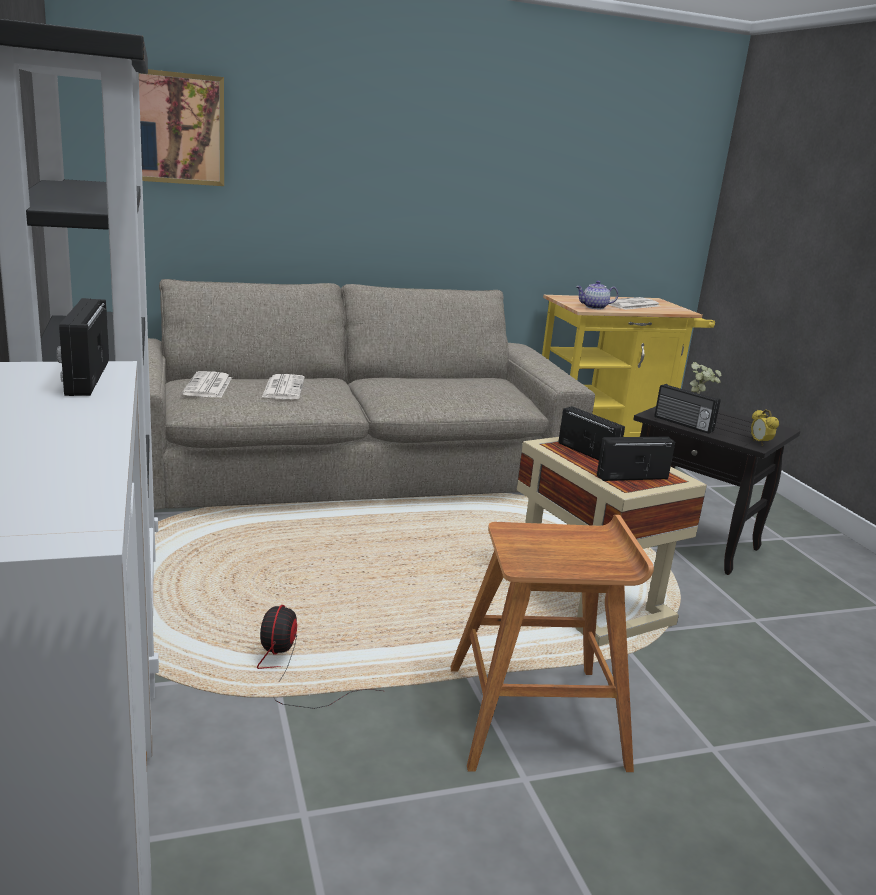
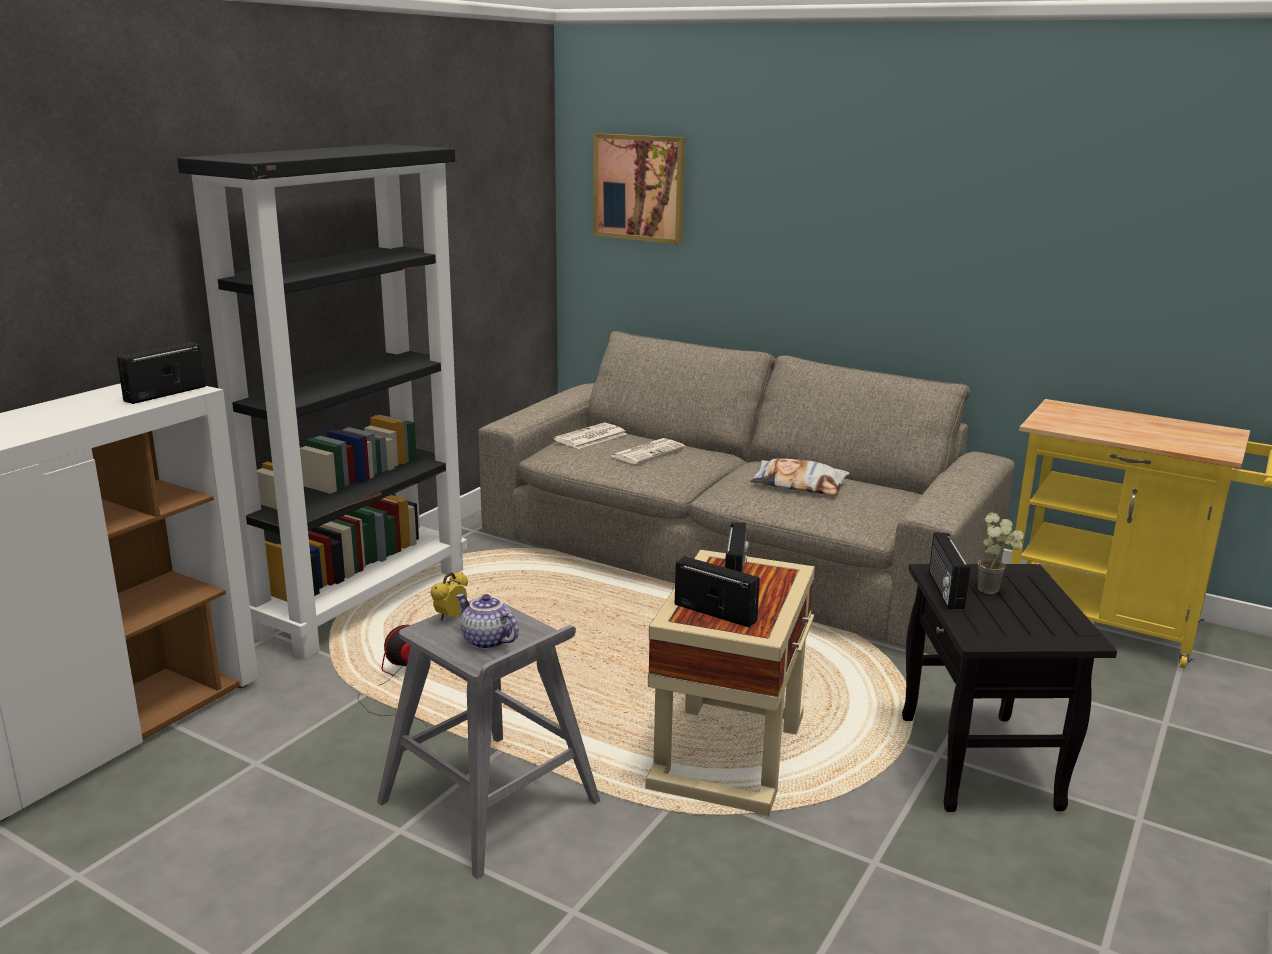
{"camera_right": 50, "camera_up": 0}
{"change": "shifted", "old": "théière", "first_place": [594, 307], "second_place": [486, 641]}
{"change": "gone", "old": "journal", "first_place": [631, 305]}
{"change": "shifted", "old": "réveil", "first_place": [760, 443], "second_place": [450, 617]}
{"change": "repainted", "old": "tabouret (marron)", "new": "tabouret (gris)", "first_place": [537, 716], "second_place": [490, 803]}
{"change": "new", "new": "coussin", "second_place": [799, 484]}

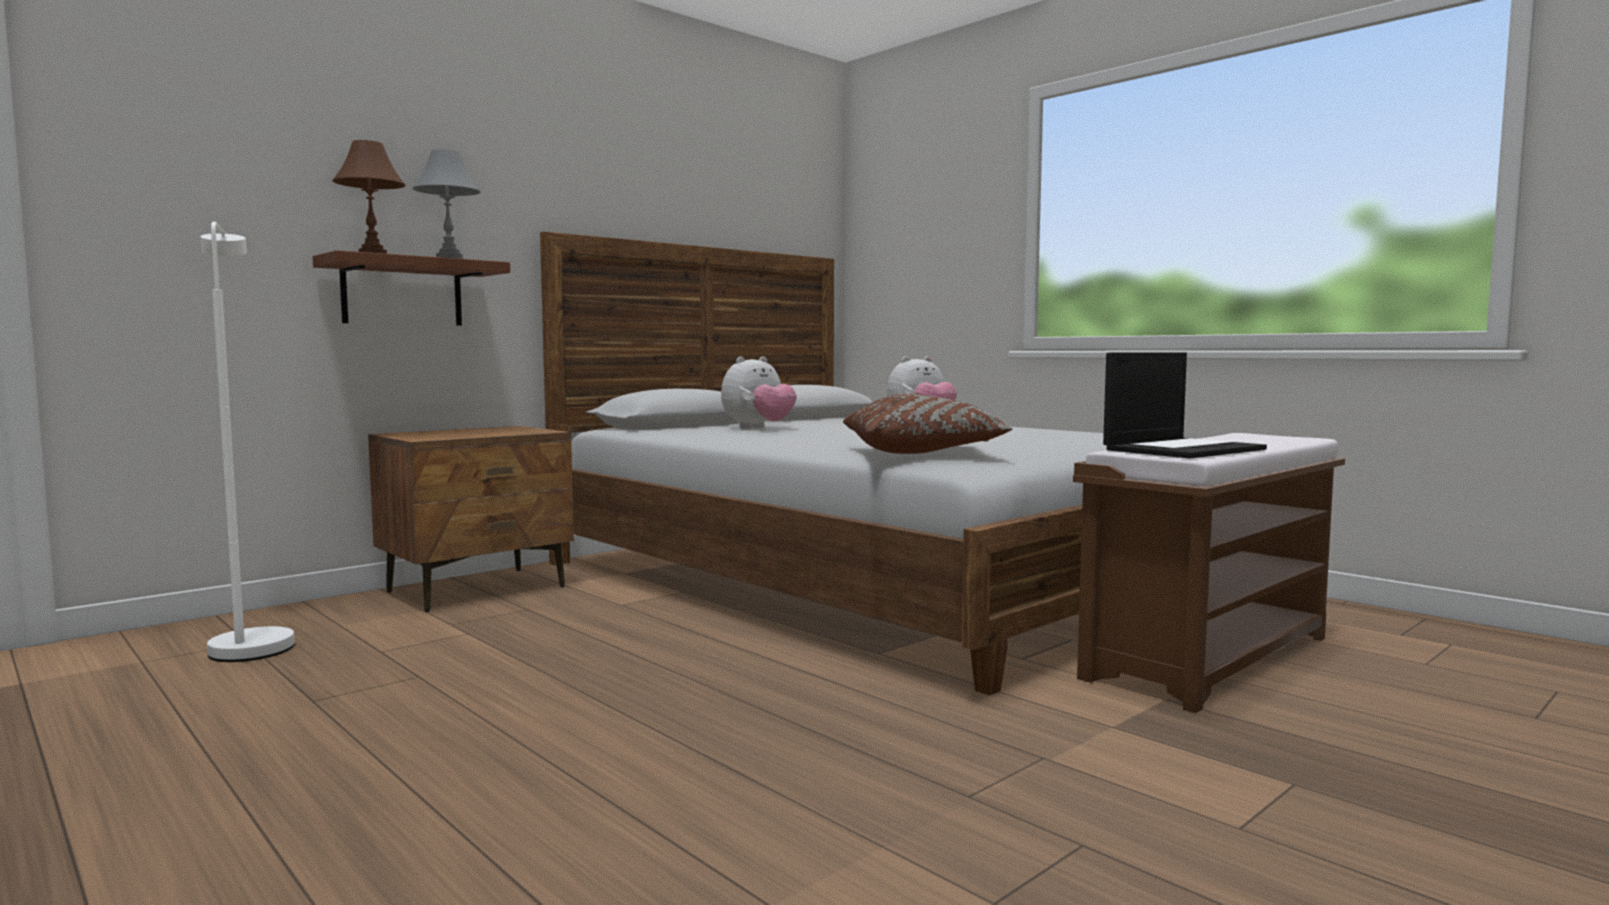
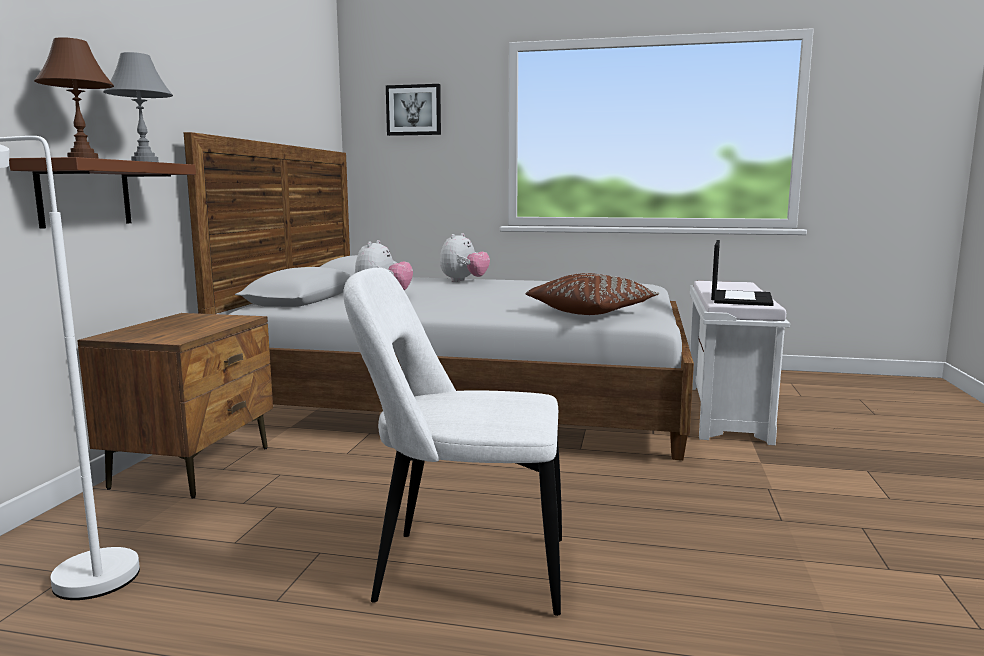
{"camera_right": -35, "camera_up": 5}
{"change": "repainted", "old": "banc (marron)", "new": "banc (blanc)", "first_place": [1209, 656], "second_place": [724, 412]}
{"change": "new", "new": "tableau", "second_place": [414, 110]}
{"change": "new", "new": "chaise (blanc)", "second_place": [462, 570]}

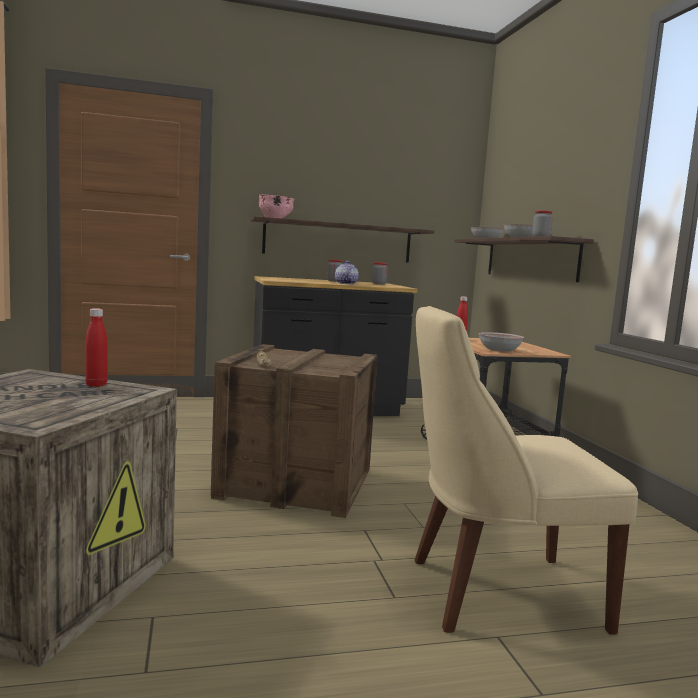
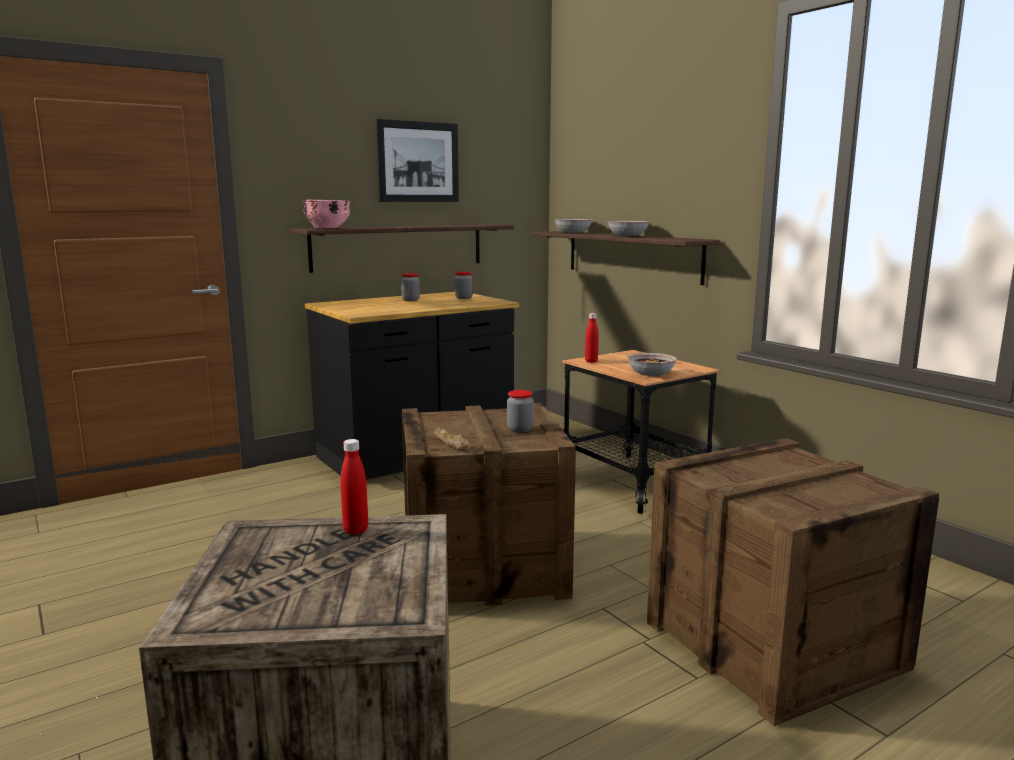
{"camera_right": -20, "camera_up": 5}
{"change": "shifted", "old": "bocal", "first_place": [541, 237], "second_place": [520, 429]}
{"change": "gone", "old": "théière", "first_place": [345, 283]}
{"change": "swapped", "old": "chaise (beige)", "new": "caisse", "first_place": [495, 592], "second_place": [772, 645]}
{"change": "new", "new": "tableau", "second_place": [418, 162]}

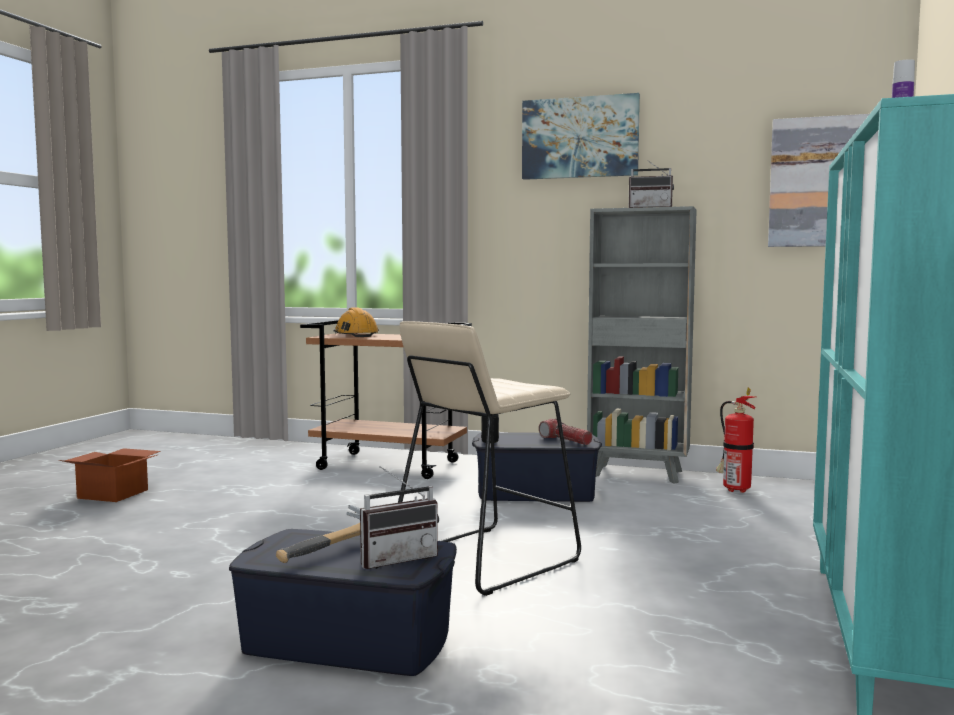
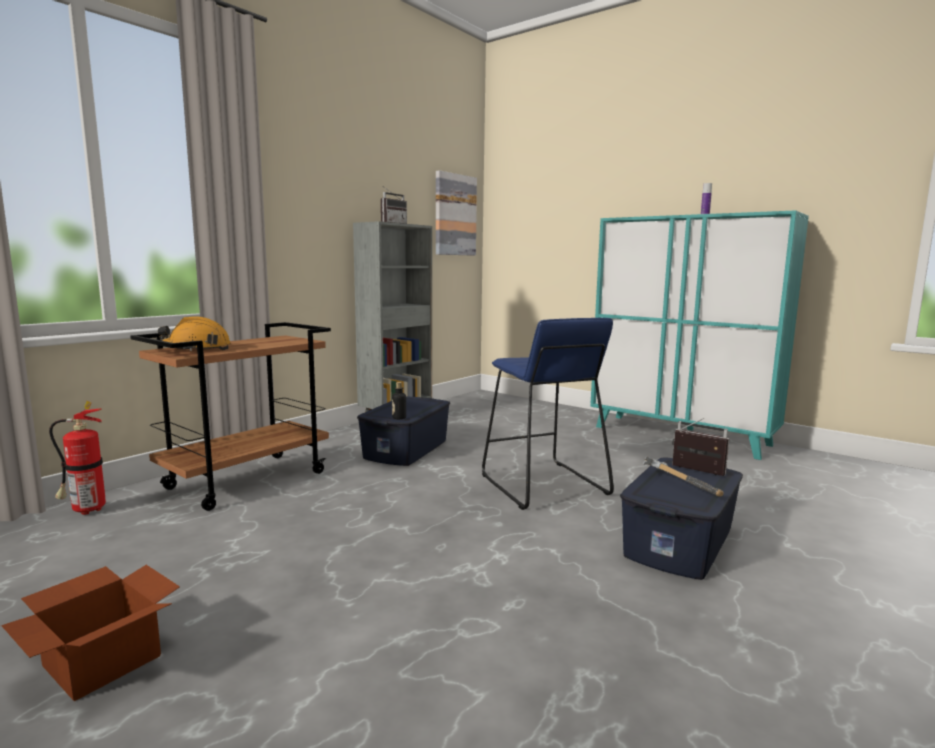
{"camera_right": -70, "camera_up": 5}
{"change": "gone", "old": "tableau", "first_place": [580, 138]}
{"change": "repainted", "old": "tabouret (beige)", "new": "tabouret (bleu)", "first_place": [485, 558], "second_place": [542, 485]}
{"change": "shifted", "old": "extincteur", "first_place": [734, 489], "second_place": [85, 511]}
{"change": "gone", "old": "lampe de poche", "first_place": [565, 440]}
{"change": "rotated", "old": "radio", "first_place": [397, 559], "second_place": [695, 472], "degrees": -45}

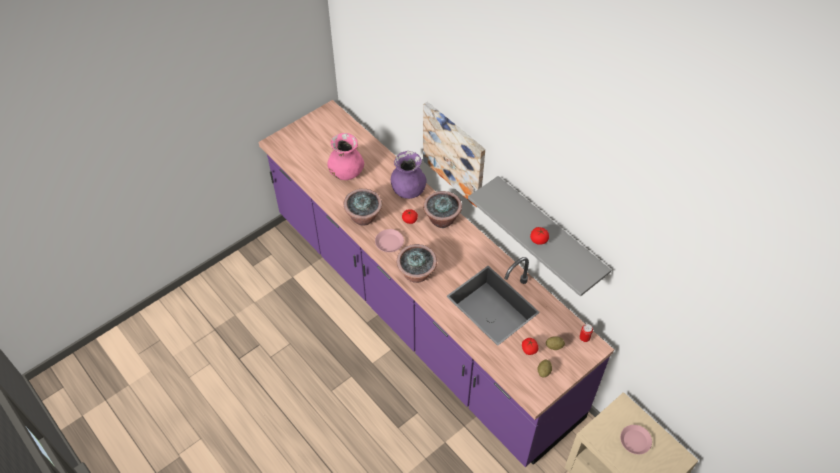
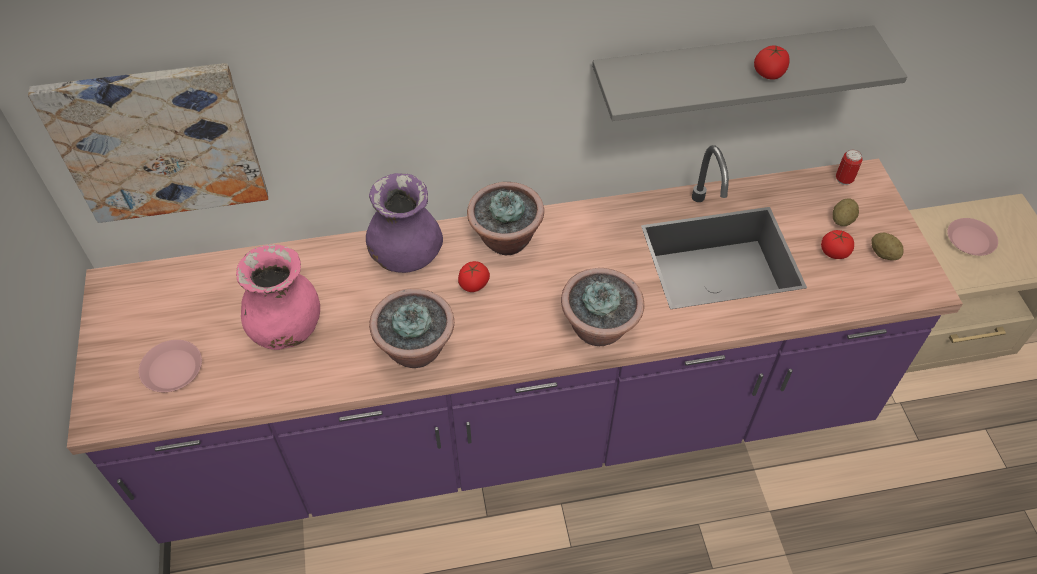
{"camera_right": -60, "camera_up": 0}
{"change": "shifted", "old": "tableau", "first_place": [454, 153], "second_place": [159, 142]}
{"change": "shifted", "old": "assiette (rose)", "first_place": [389, 242], "second_place": [172, 370]}

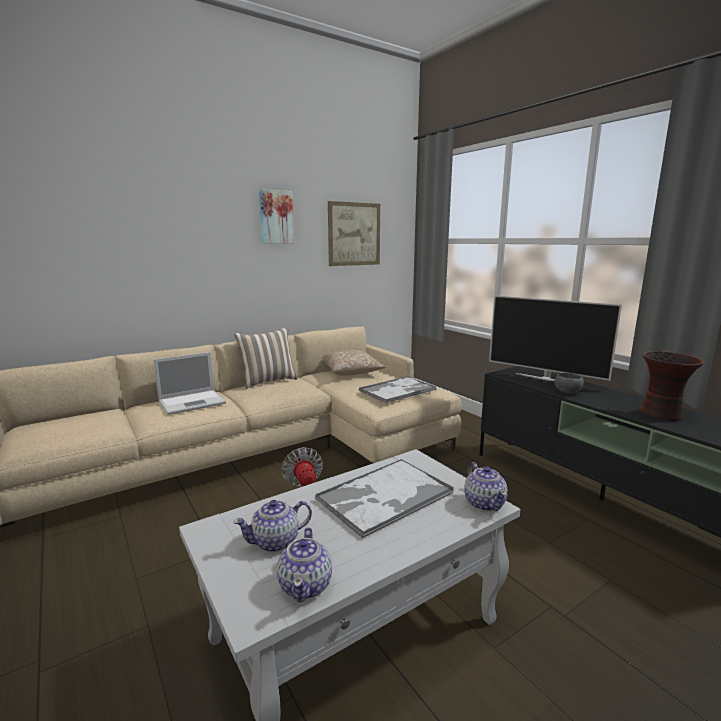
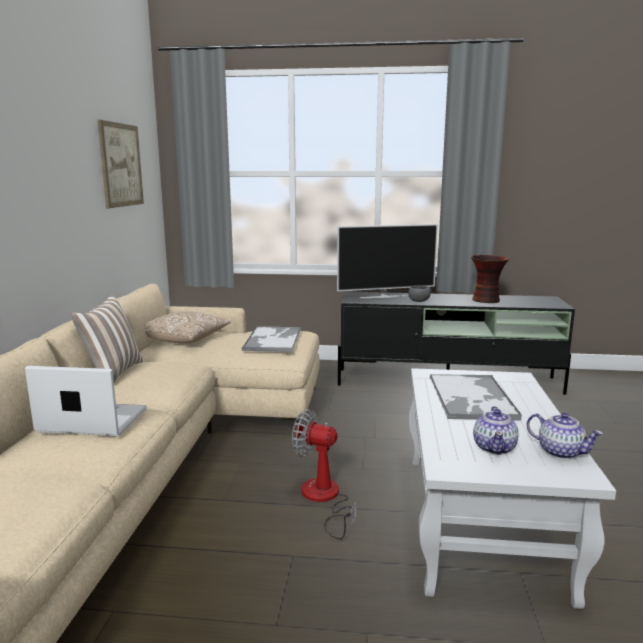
{"camera_right": -50, "camera_up": 0}
{"change": "gone", "old": "tableau", "first_place": [276, 217]}
{"change": "rotated", "old": "ordinateur portable", "first_place": [193, 402], "second_place": [91, 421], "degrees": -90}
{"change": "gone", "old": "théière", "first_place": [484, 503]}

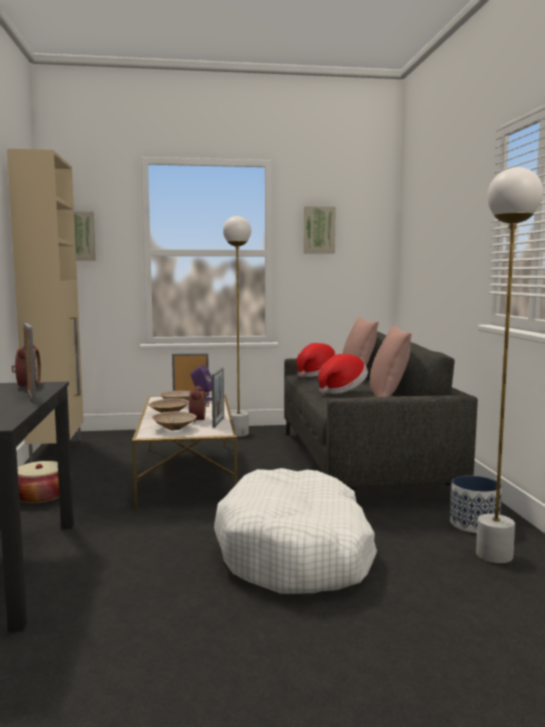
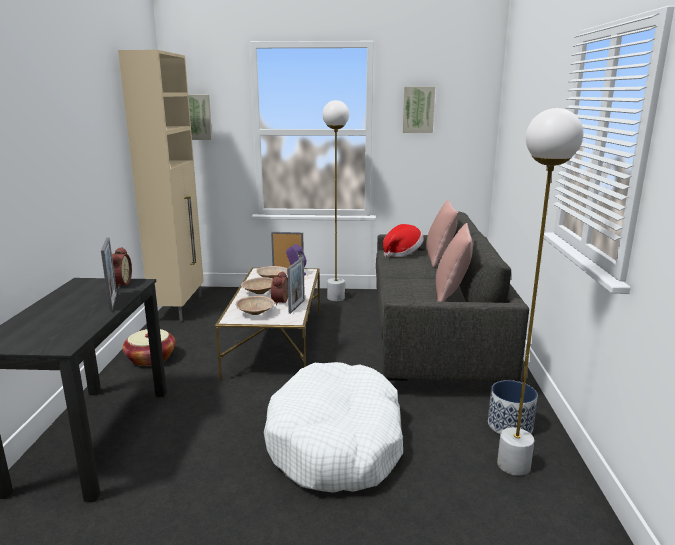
{"camera_right": 10, "camera_up": 10}
{"change": "gone", "old": "chapeau", "first_place": [341, 391]}

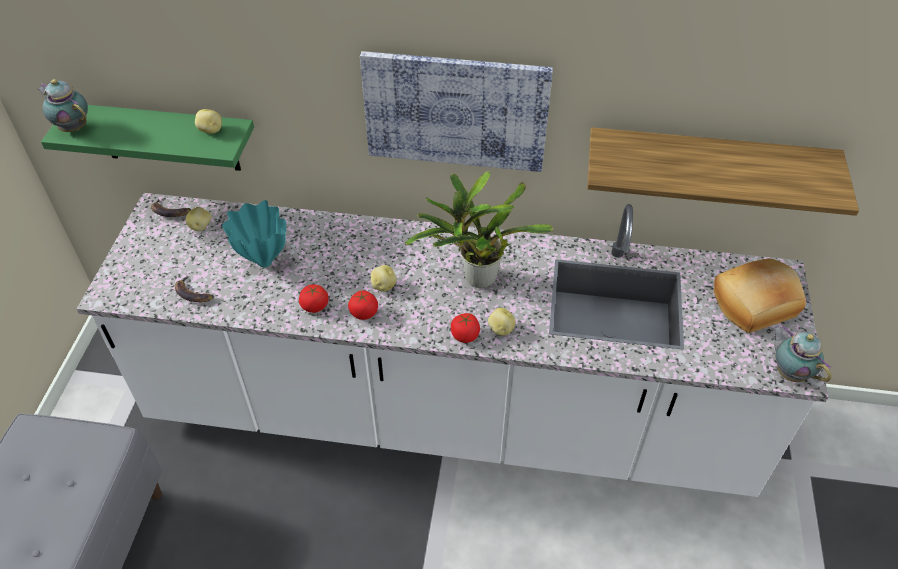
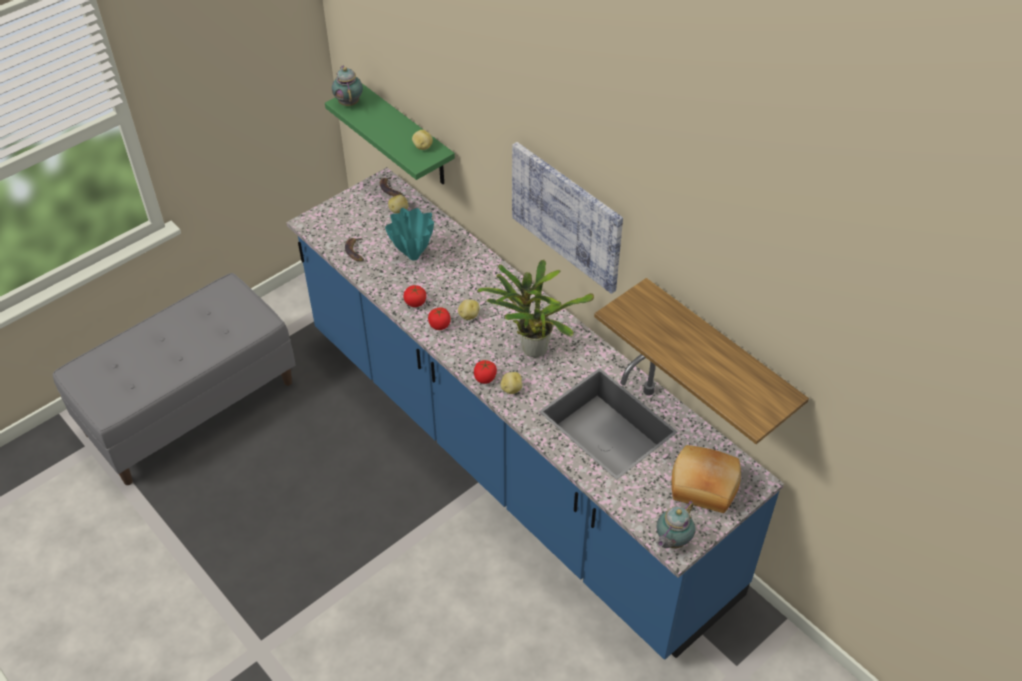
{"camera_right": 40, "camera_up": 0}
{"change": "repainted", "old": "comptoir de cuisine (blanc)", "new": "comptoir de cuisine (bleu)", "first_place": [449, 416], "second_place": [511, 458]}
{"change": "rotated", "old": "théière", "first_place": [789, 372], "second_place": [671, 541], "degrees": -150}

